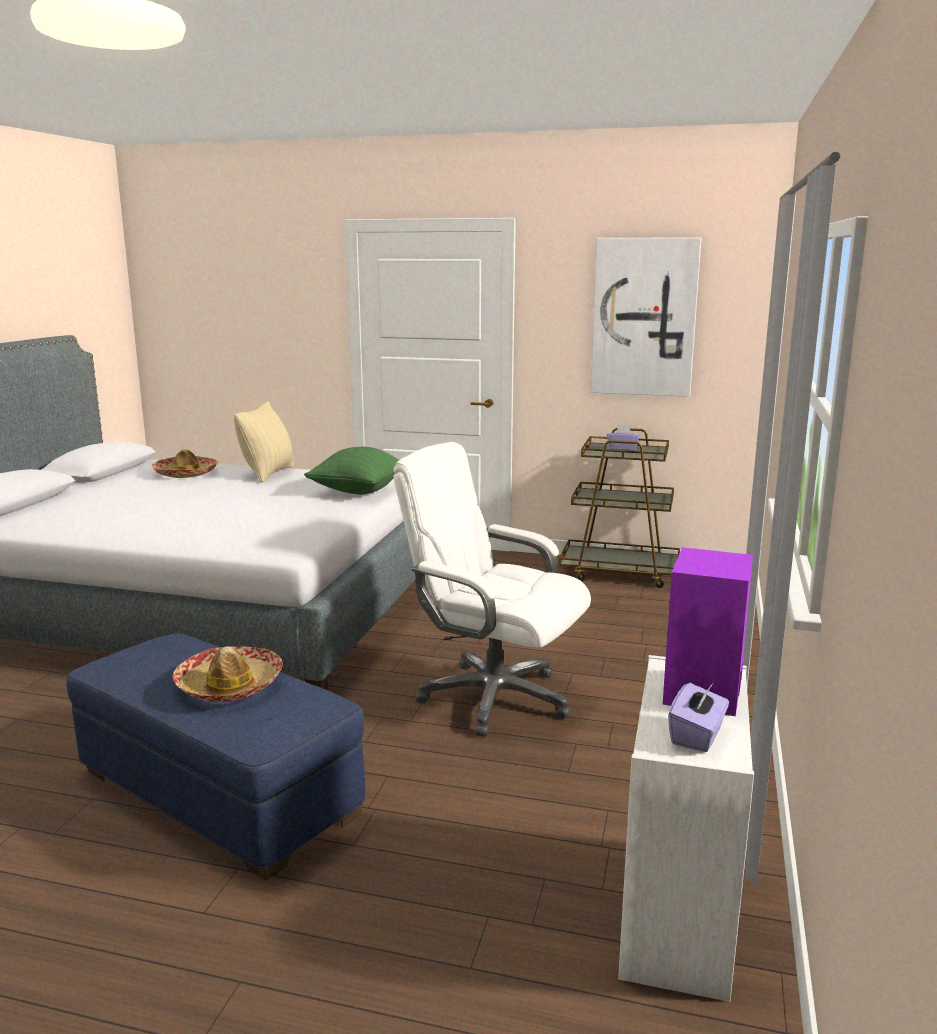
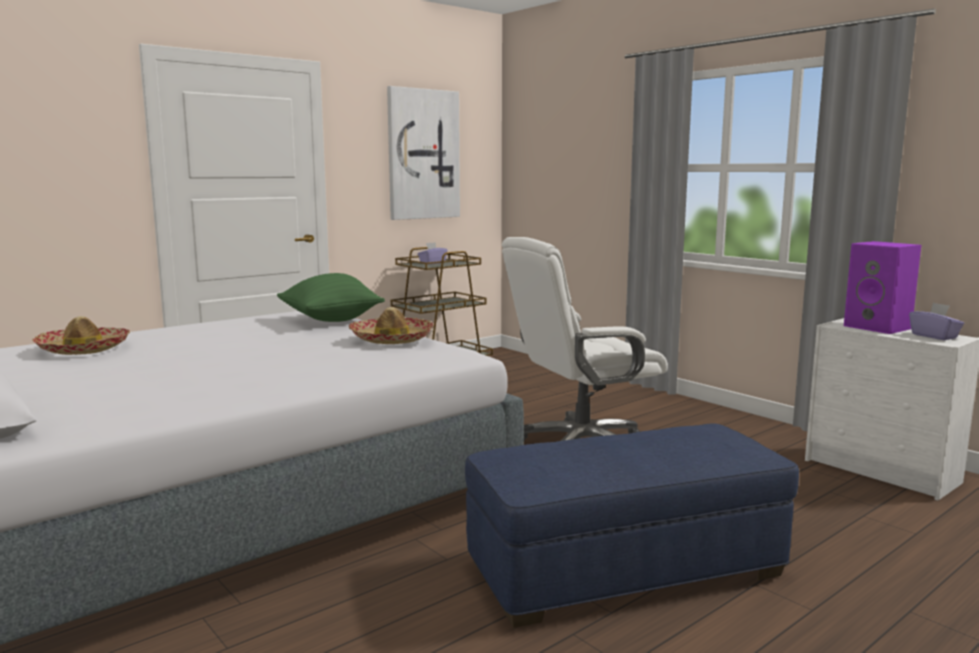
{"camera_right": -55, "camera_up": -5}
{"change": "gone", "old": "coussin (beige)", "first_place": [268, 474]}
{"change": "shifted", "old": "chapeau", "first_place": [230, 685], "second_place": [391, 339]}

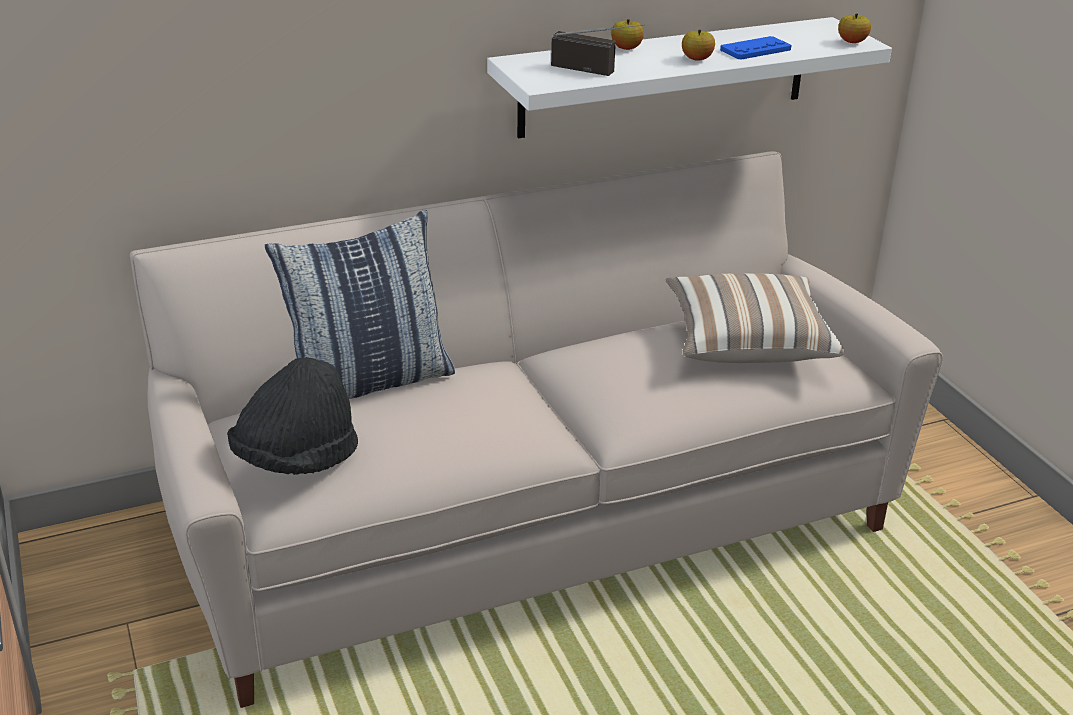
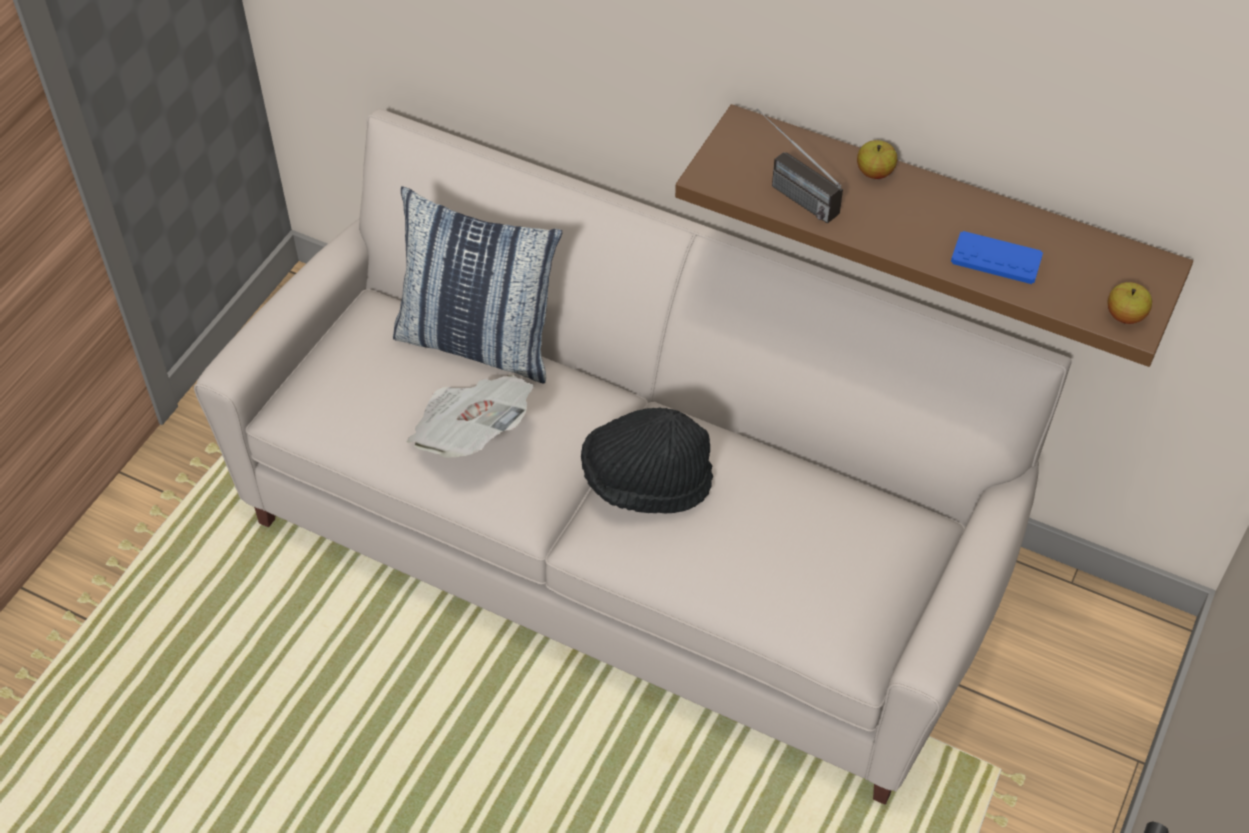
{"camera_right": 50, "camera_up": 20}
{"change": "repainted", "old": "étagère (blanc)", "new": "étagère (marron)", "first_place": [665, 77], "second_place": [945, 216]}
{"change": "rotated", "old": "radio", "first_place": [598, 71], "second_place": [788, 191], "degrees": 150}
{"change": "gone", "old": "pomme", "first_place": [697, 59]}
{"change": "gone", "old": "coussin", "first_place": [746, 342]}
{"change": "shifted", "old": "chapeau (noir)", "first_place": [296, 459], "second_place": [646, 482]}
{"change": "new", "new": "journal", "second_place": [471, 434]}

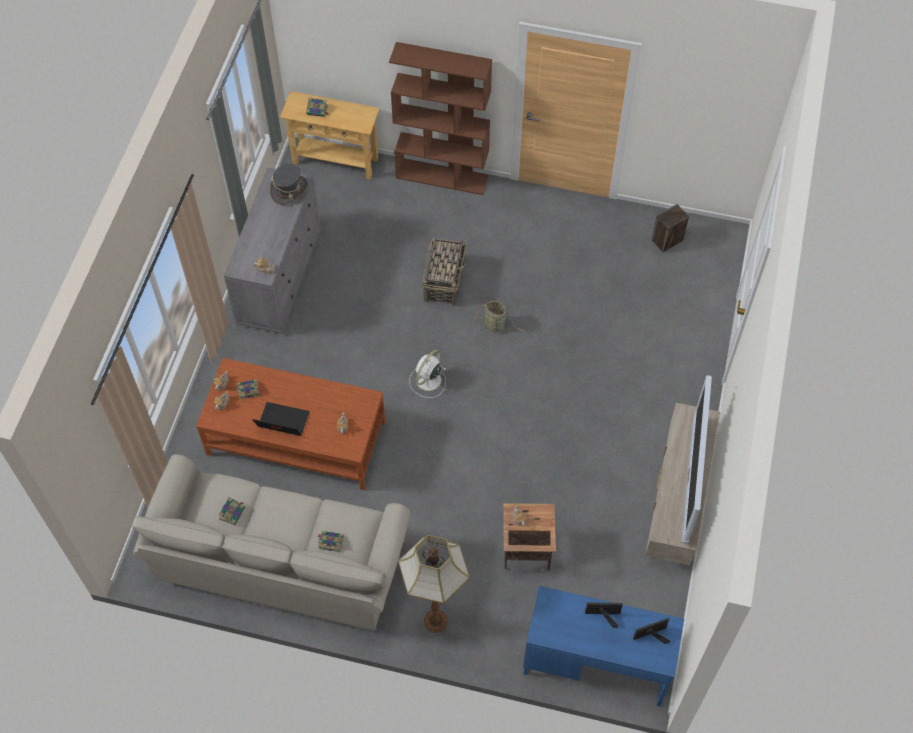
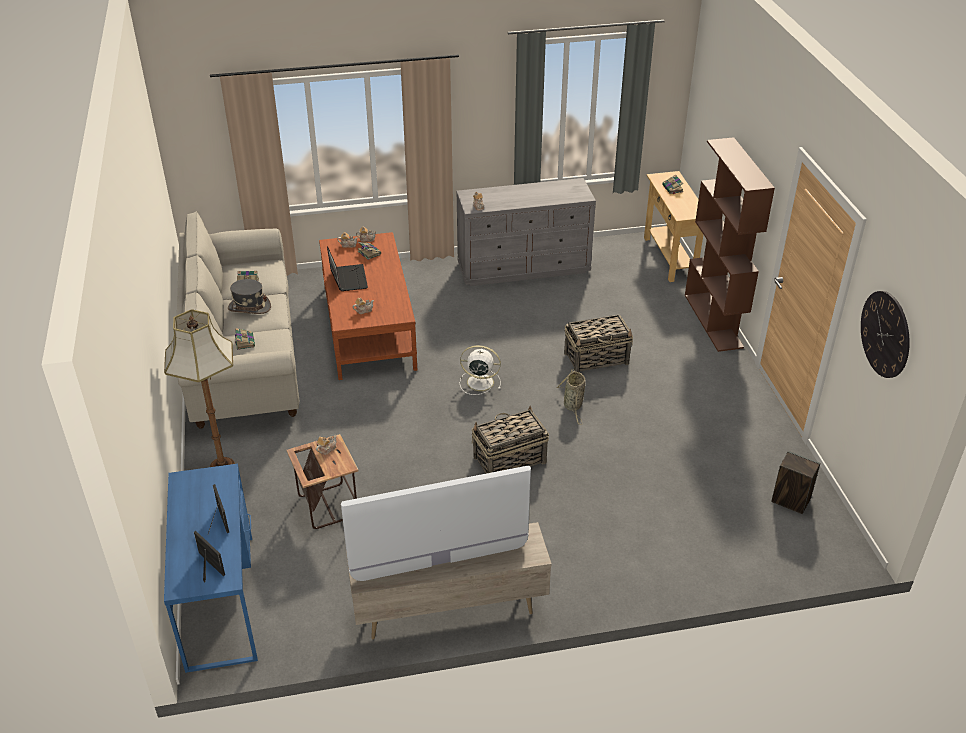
{"camera_right": 65, "camera_up": -20}
{"change": "shifted", "old": "chapeau (gris)", "first_place": [289, 190], "second_place": [249, 307]}
{"change": "new", "new": "horloge murale", "second_place": [885, 334]}
{"change": "new", "new": "panier", "second_place": [508, 460]}

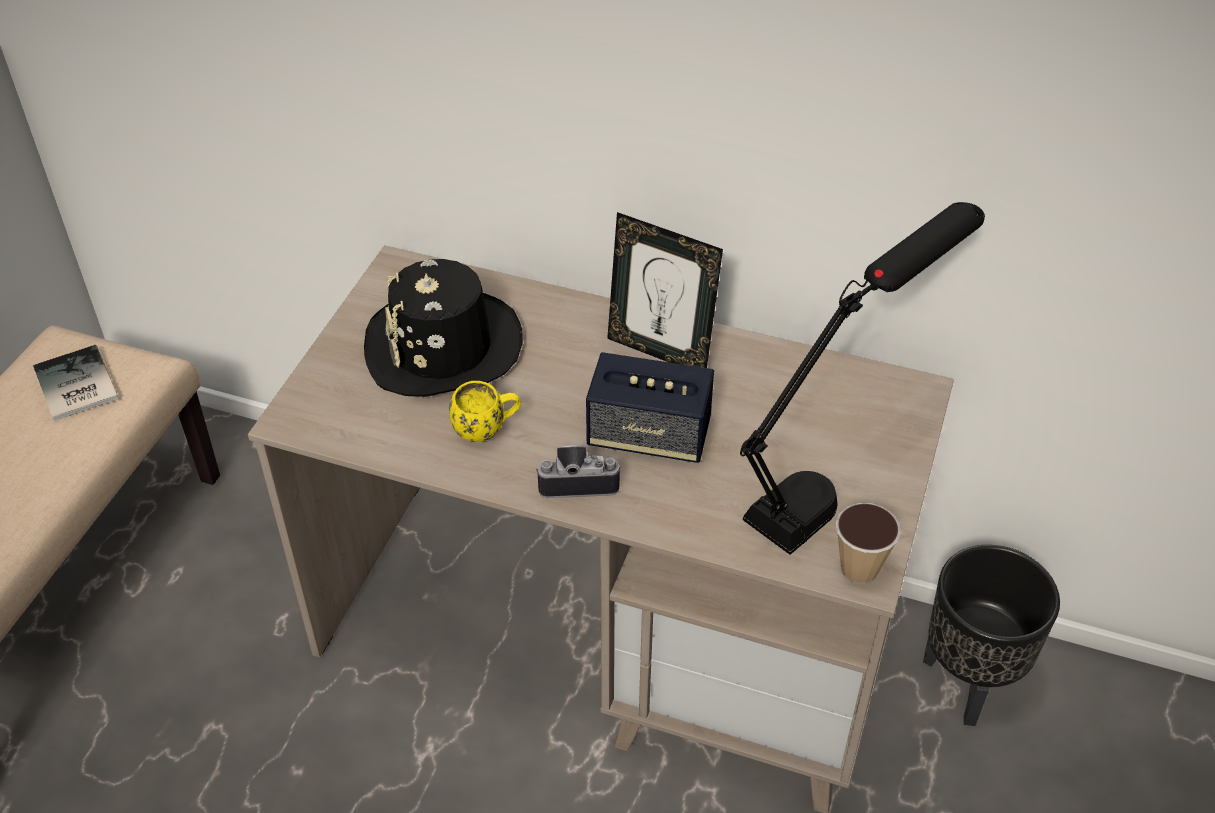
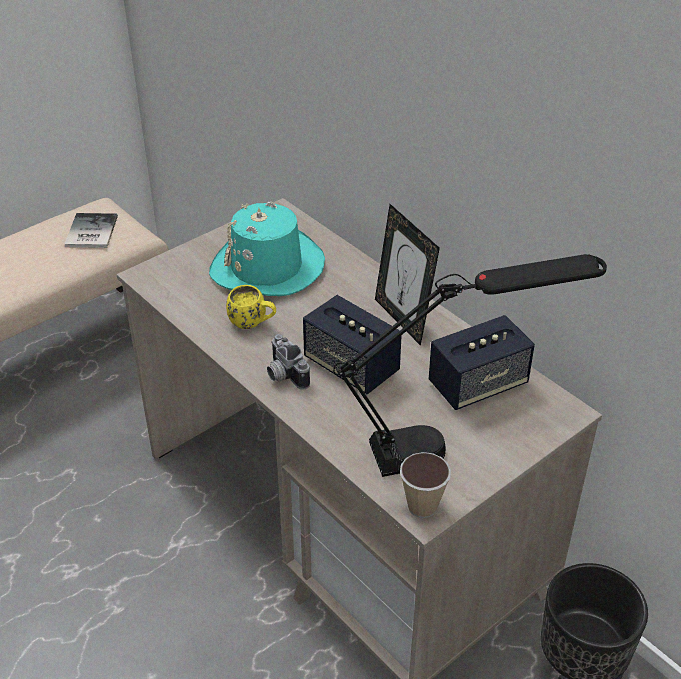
{"camera_right": 30, "camera_up": -5}
{"change": "repainted", "old": "chapeau (noir)", "new": "chapeau (turquoise)", "first_place": [443, 347], "second_place": [267, 267]}
{"change": "rotated", "old": "appareil photo", "first_place": [578, 480], "second_place": [283, 375], "degrees": -150}
{"change": "new", "new": "enceinte", "second_place": [477, 385]}

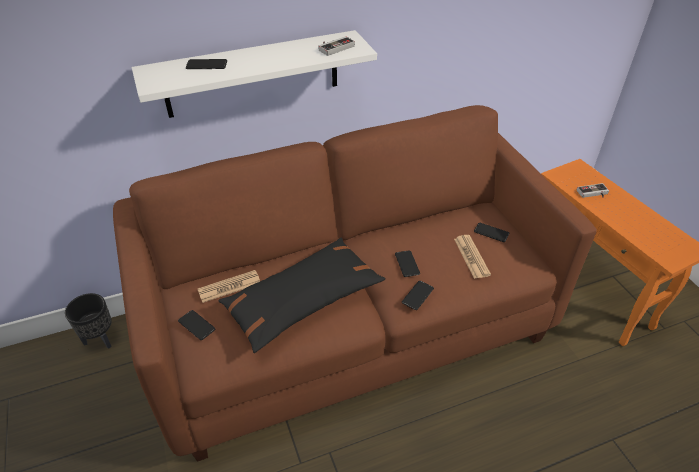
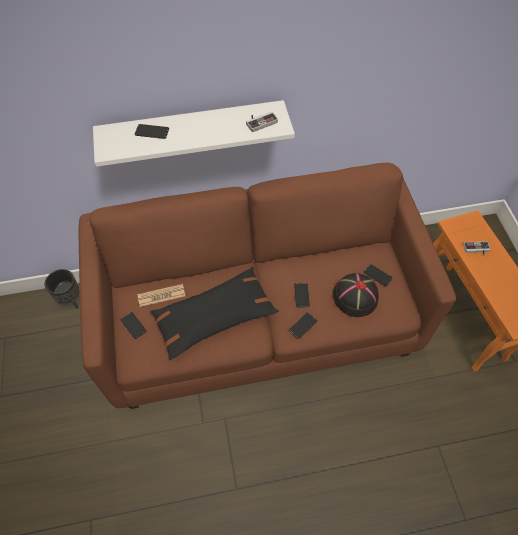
{"camera_right": 10, "camera_up": 15}
{"change": "swapped", "old": "journal", "new": "chapeau (noir)", "first_place": [471, 257], "second_place": [354, 296]}

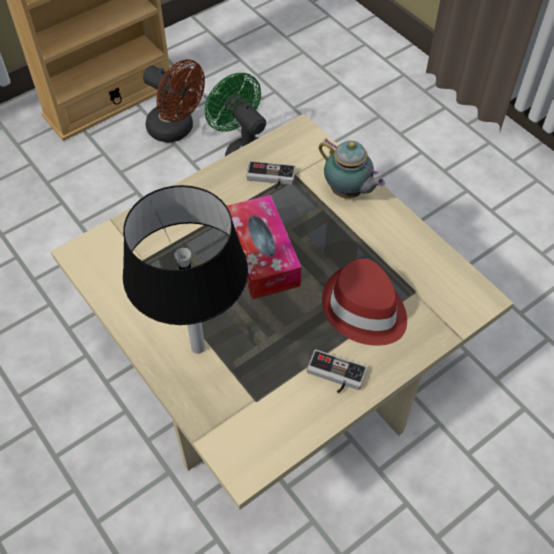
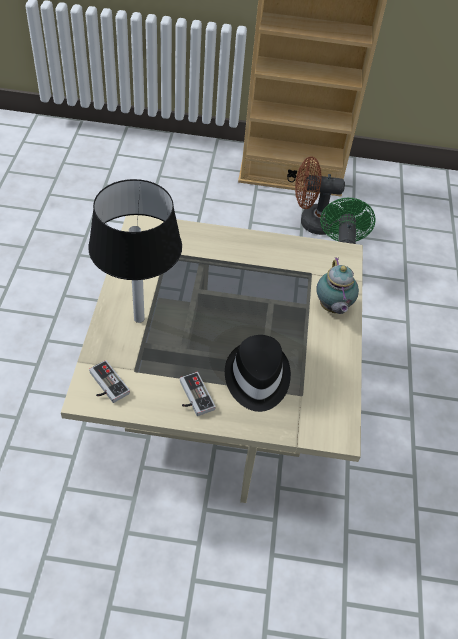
{"camera_right": 40, "camera_up": -5}
{"change": "rotated", "old": "ventilateur (marron)", "first_place": [176, 130], "second_place": [312, 222], "degrees": 105}
{"change": "shifted", "old": "manette", "first_place": [270, 179], "second_place": [105, 385]}
{"change": "gone", "old": "boîte à mouchoirs", "first_place": [261, 255]}
{"change": "repainted", "old": "chapeau (rouge)", "new": "chapeau (noir)", "first_place": [364, 309], "second_place": [256, 378]}

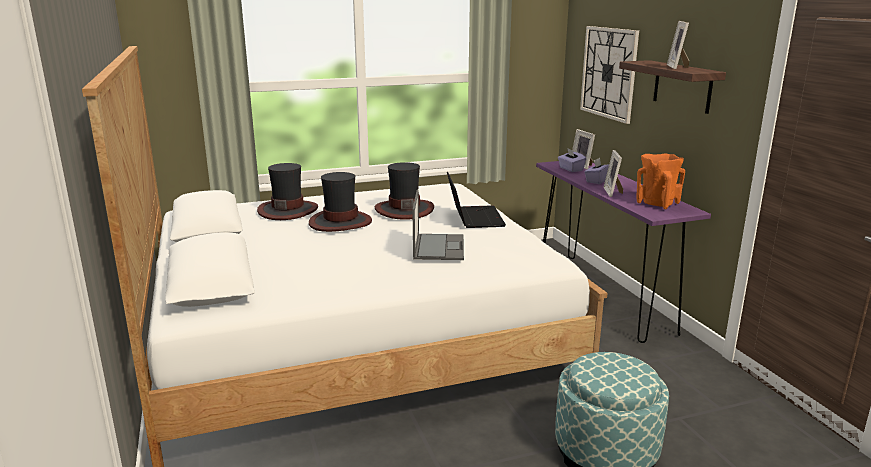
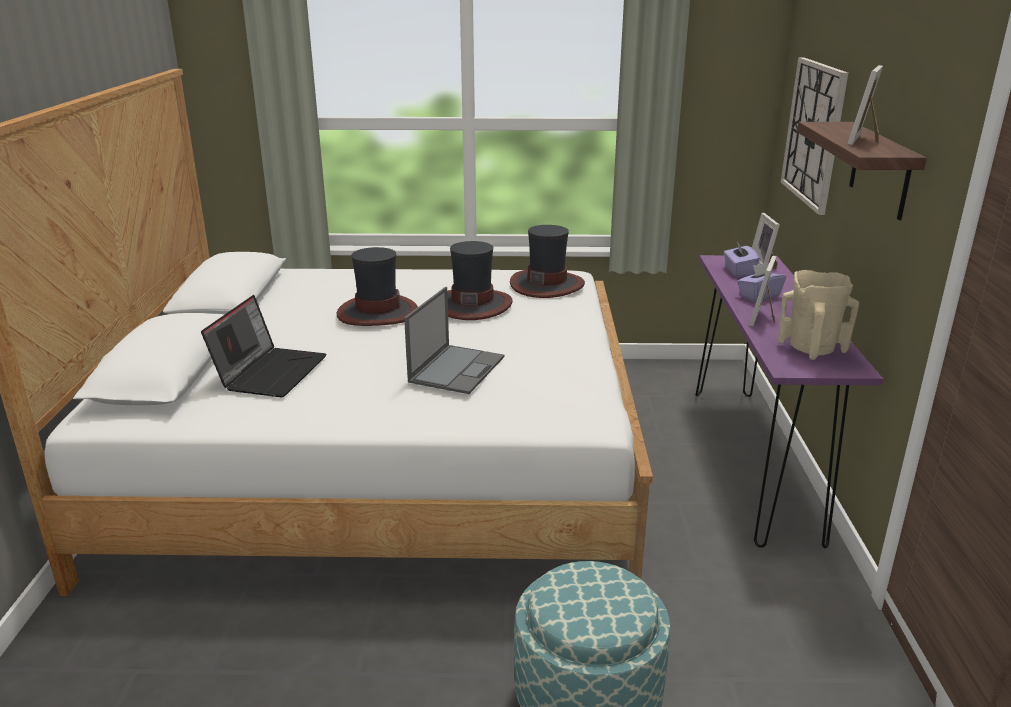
{"camera_right": 20, "camera_up": 5}
{"change": "repainted", "old": "vase (orange)", "new": "vase (beige)", "first_place": [657, 204], "second_place": [811, 348]}
{"change": "shifted", "old": "chapeau", "first_place": [288, 210], "second_place": [547, 284]}
{"change": "shifted", "old": "ordinateur portable", "first_place": [474, 217], "second_place": [270, 372]}

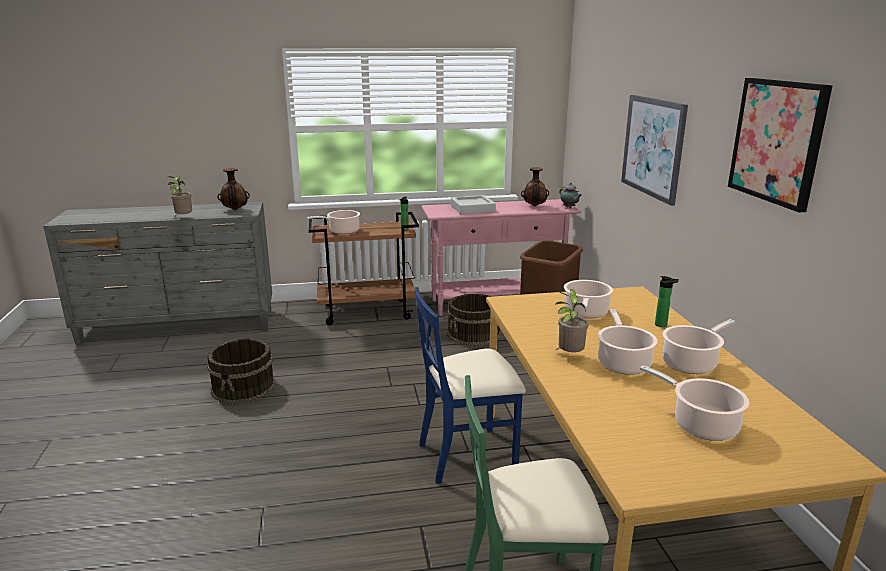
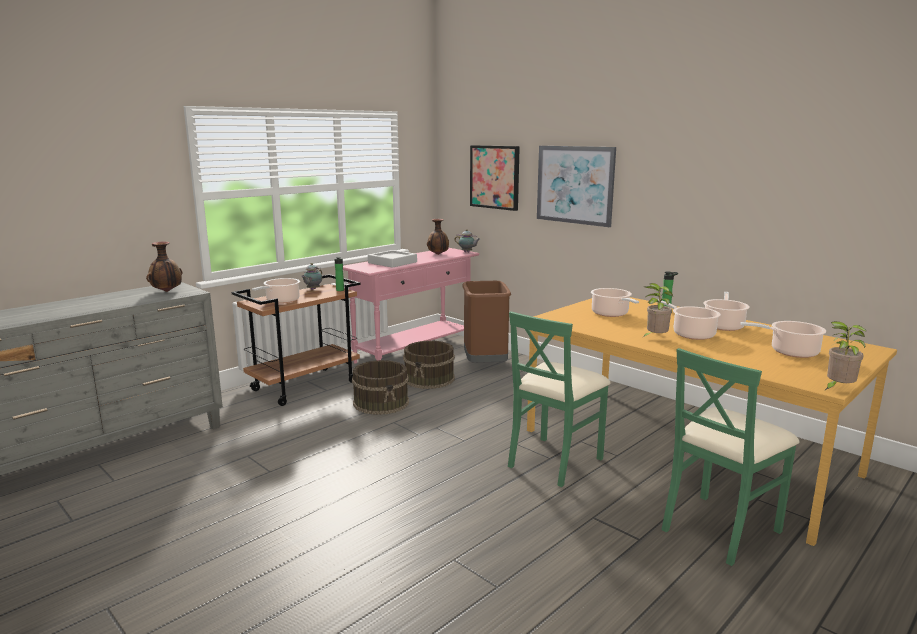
{"camera_right": -35, "camera_up": -5}
{"change": "shifted", "old": "tableau", "first_place": [777, 141], "second_place": [495, 177]}
{"change": "shifted", "old": "plante en pot", "first_place": [183, 218], "second_place": [837, 389]}
{"change": "repainted", "old": "chaise (bleu)", "new": "chaise (vert)", "first_place": [468, 455], "second_place": [554, 461]}
{"change": "shifted", "old": "seau (marron)", "first_place": [244, 387], "second_place": [381, 402]}
{"change": "new", "new": "théière", "second_place": [312, 289]}

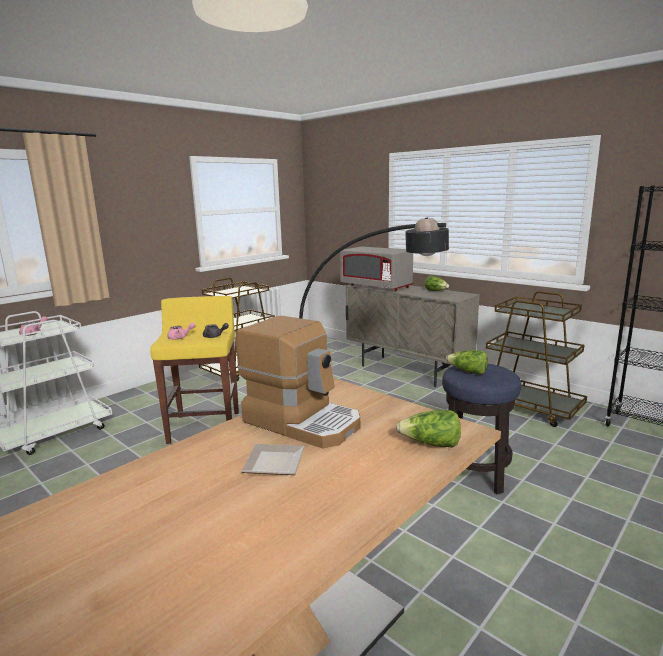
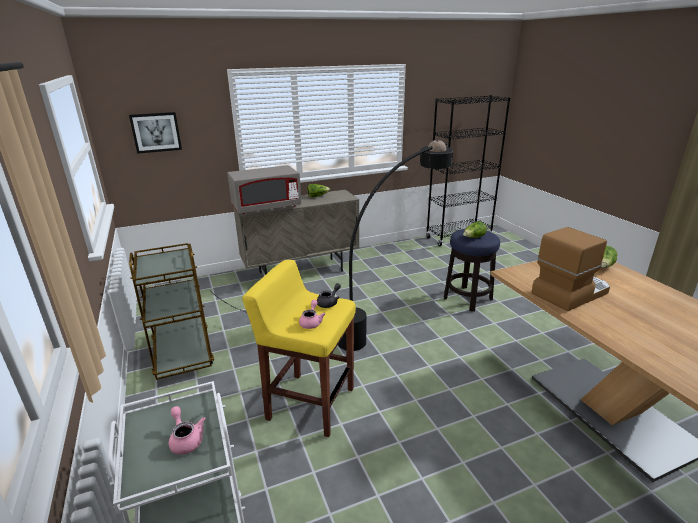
{"camera_right": -65, "camera_up": 10}
{"change": "gone", "old": "chariot (marron)", "first_place": [529, 407]}
{"change": "gone", "old": "assiette", "first_place": [275, 464]}
{"change": "new", "new": "tableau", "second_place": [156, 132]}

